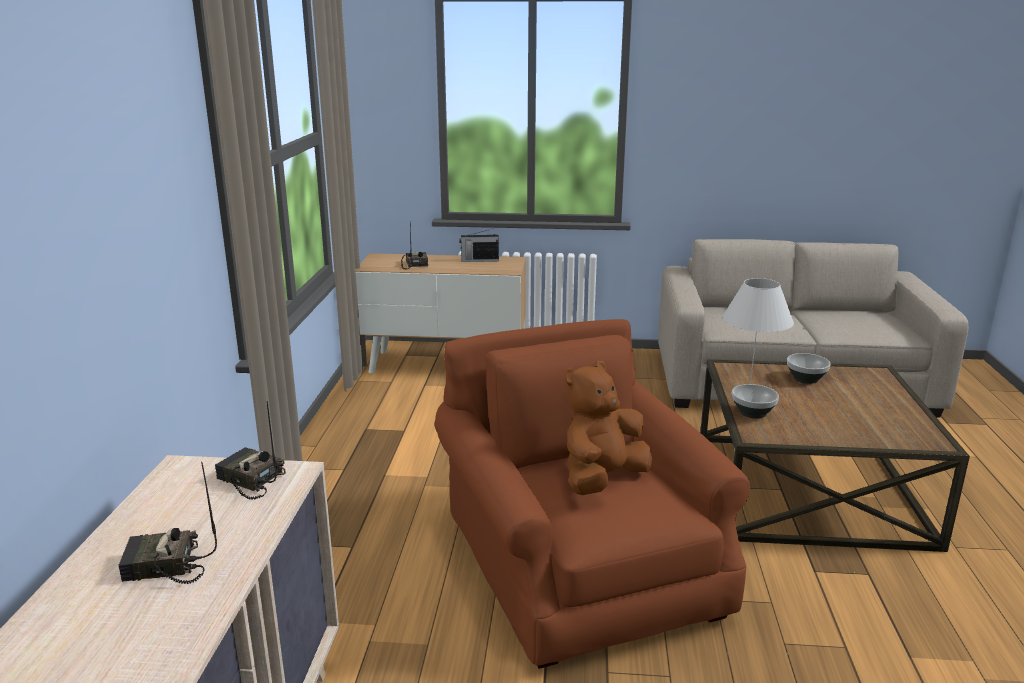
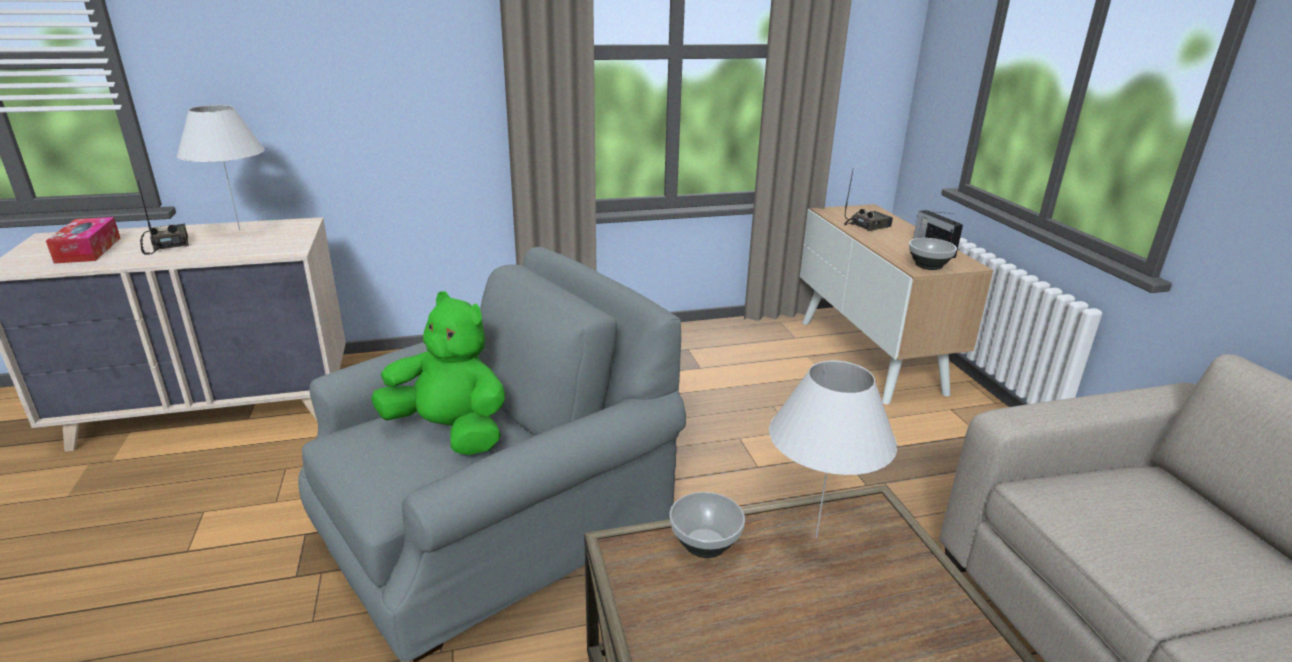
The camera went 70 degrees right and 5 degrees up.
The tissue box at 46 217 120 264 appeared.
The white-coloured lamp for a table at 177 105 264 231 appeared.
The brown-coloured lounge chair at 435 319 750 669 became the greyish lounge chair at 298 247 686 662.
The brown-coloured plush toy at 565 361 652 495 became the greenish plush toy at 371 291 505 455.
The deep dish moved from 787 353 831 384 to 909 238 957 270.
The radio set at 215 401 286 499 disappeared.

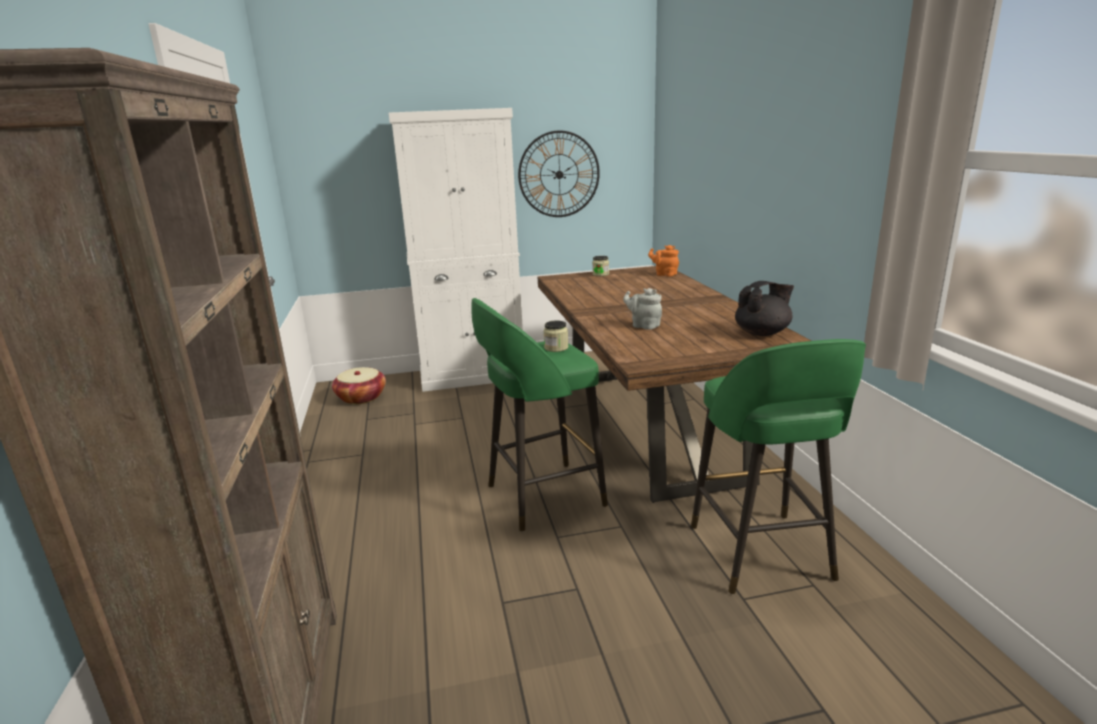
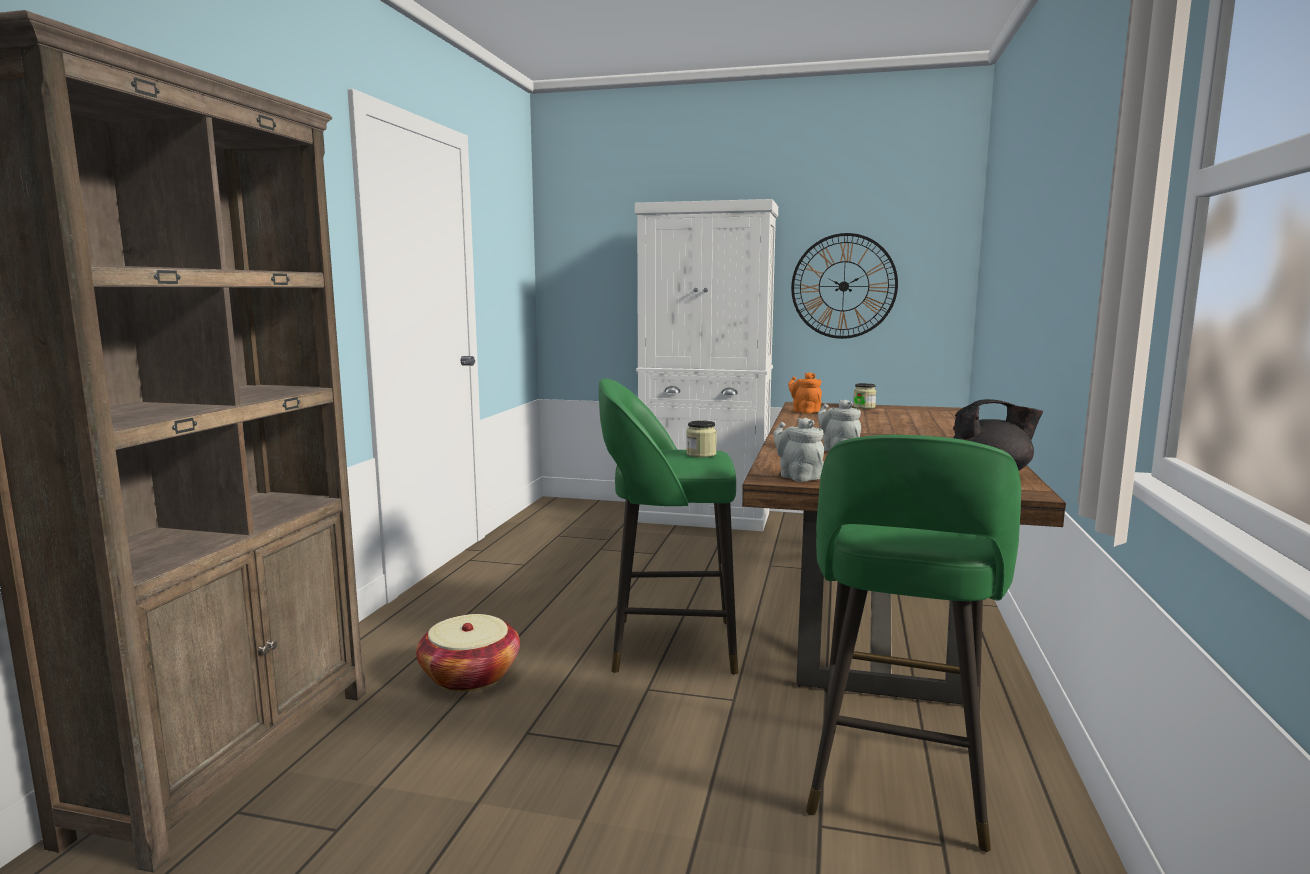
The camera went 25 degrees right and 10 degrees down.
The storage basket moved from 332 367 386 405 to 416 614 520 692.
The greyish tea pot at 773 418 824 482 appeared.
The orangey tea pot moved from 648 245 679 277 to 788 372 822 413.

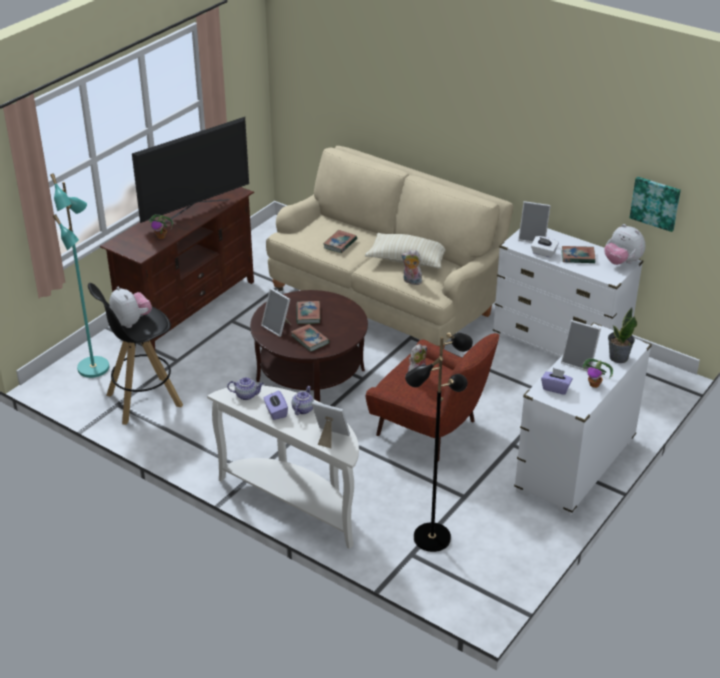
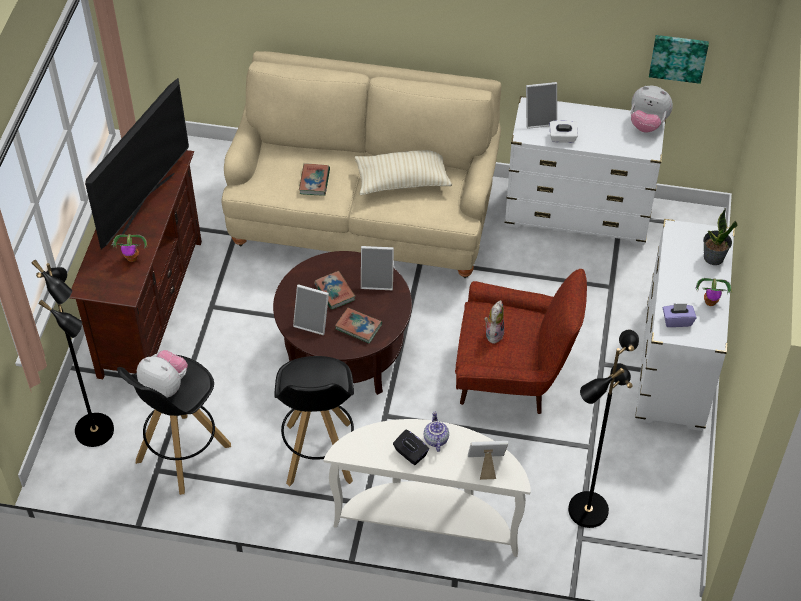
The camera went 25 degrees left and 15 degrees up.
The turquoise-coloured floor lamp at 50 173 109 378 became the blackish floor lamp at 32 260 114 447.
The blackish stool at 274 356 354 487 appeared.
The picture frame moved from 561 320 601 372 to 361 246 394 290.
The purplish tissue box at 263 390 288 420 became the blackish tissue box at 393 430 429 465.
The tea pot at 227 377 264 400 disappeared.
The plush toy at 401 250 422 285 disappeared.
The volume at 561 246 596 263 disappeared.

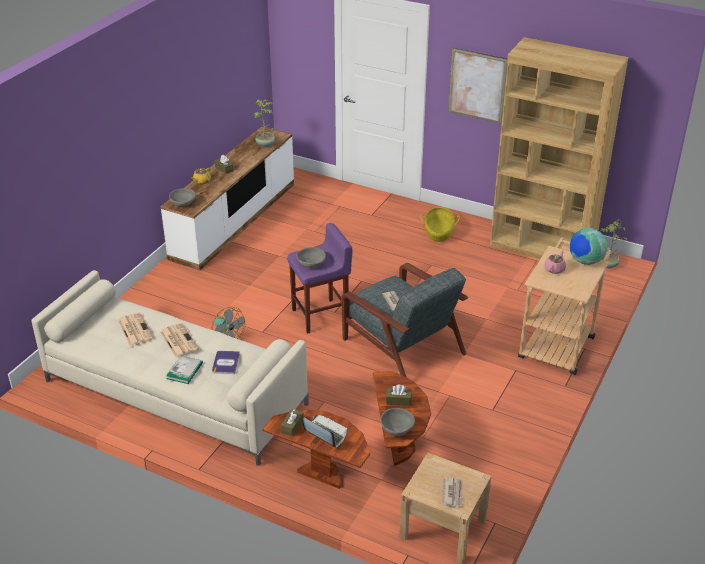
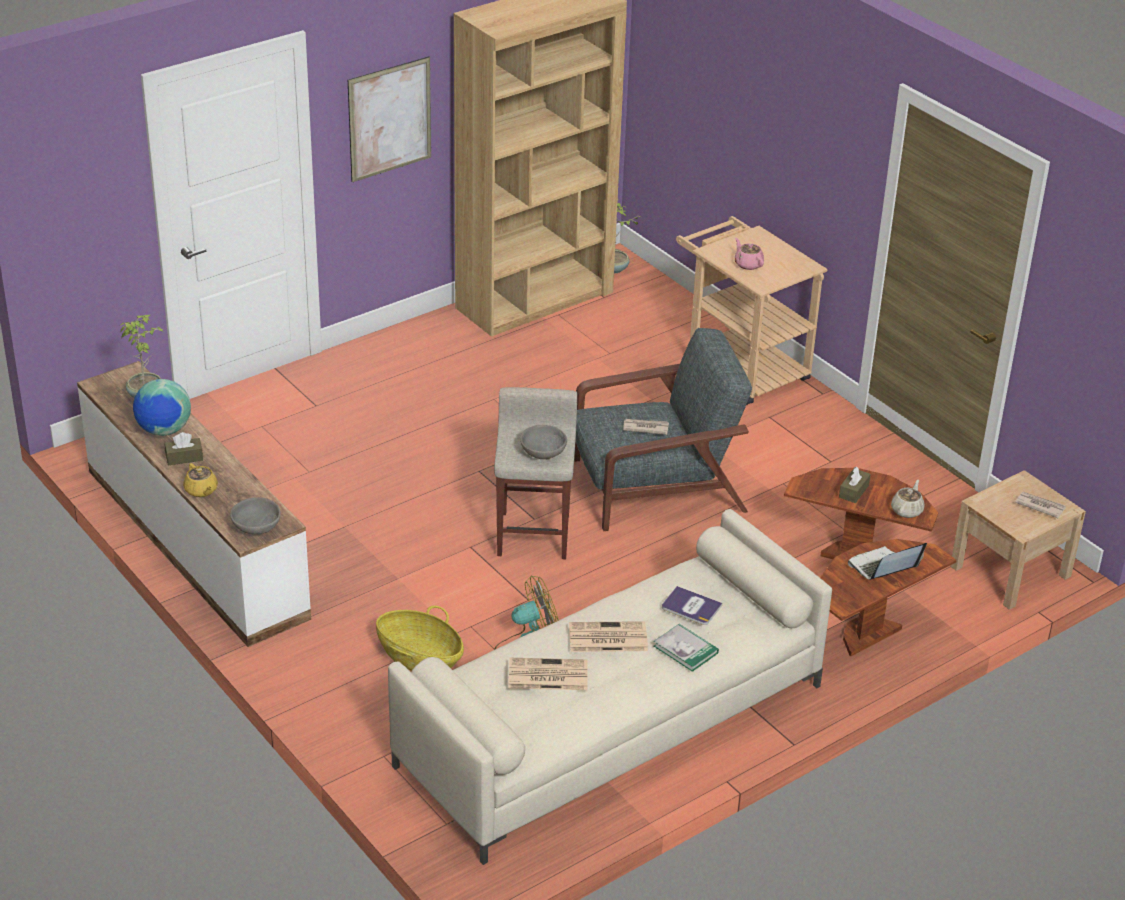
The camera went 65 degrees left and 0 degrees up.
The world globe moved from 570 228 607 265 to 133 379 191 436.
The storage basket moved from 420 207 460 242 to 376 605 464 671.
The purplish stool at 287 223 353 334 became the beige-coloured stool at 494 387 577 560.
The greyish deep dish at 381 408 415 436 was replaced by the beige-coloured tea pot at 891 480 924 518.
The brown-coloured tissue box at 281 409 304 436 disappeared.

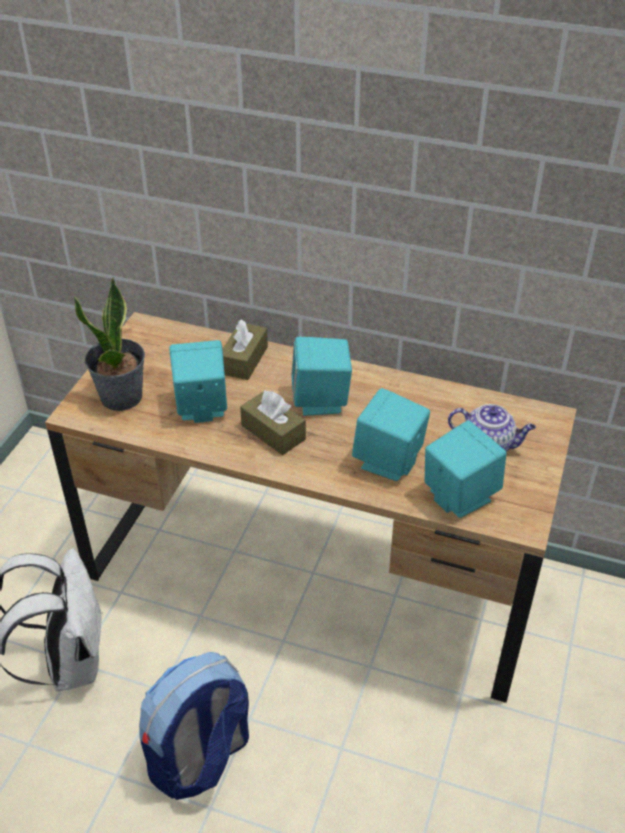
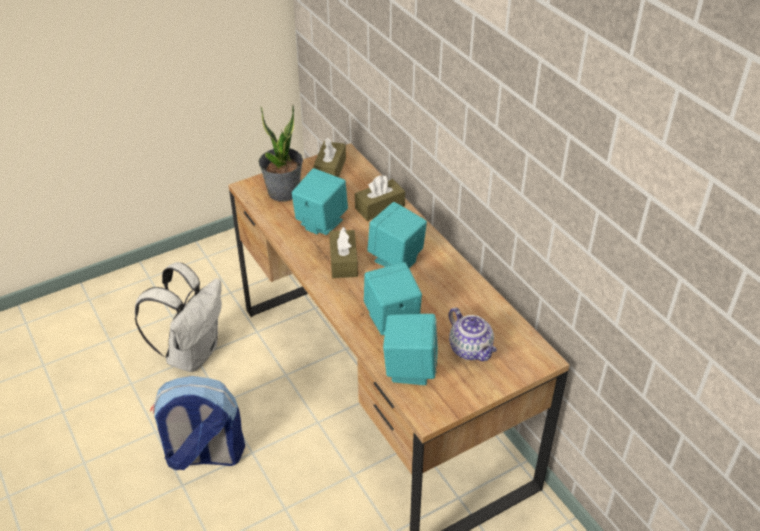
The camera went 40 degrees right and 0 degrees up.
The brown-coloured tissue box at 313 138 346 177 appeared.

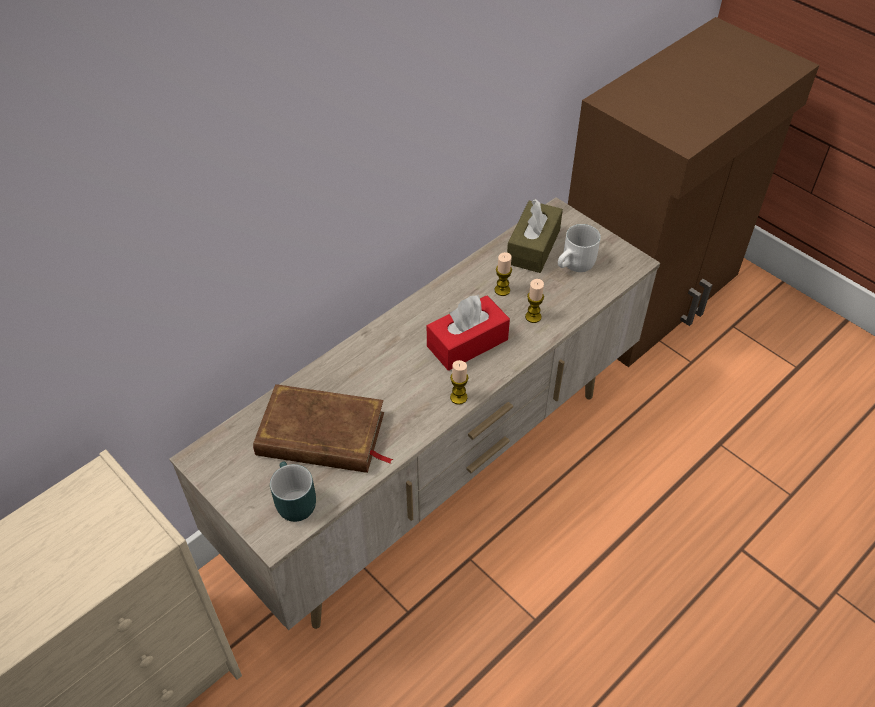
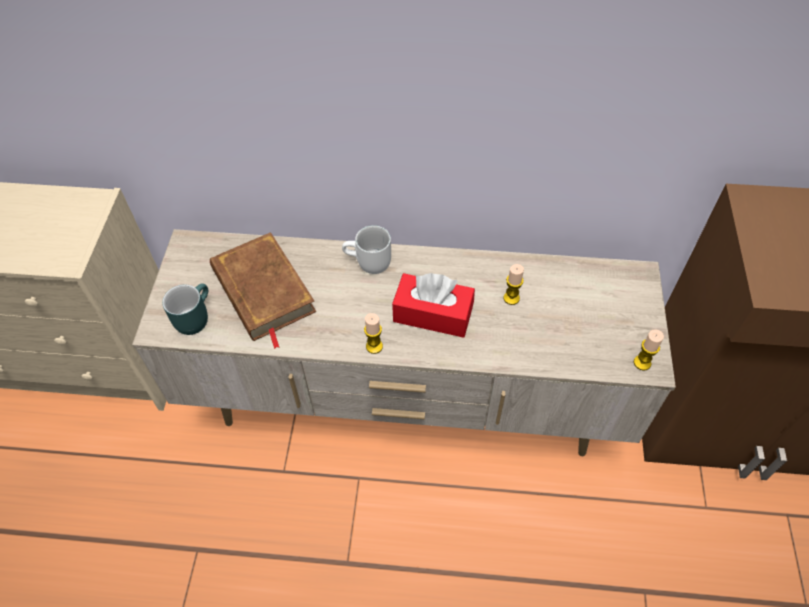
The camera went 50 degrees right and 5 degrees up.
The white-coloured coffee mug moved from 558 224 601 272 to 342 225 391 274.
The candle moved from 525 279 544 323 to 634 329 664 370.
The brown-coloured tissue box at 507 199 563 273 disappeared.

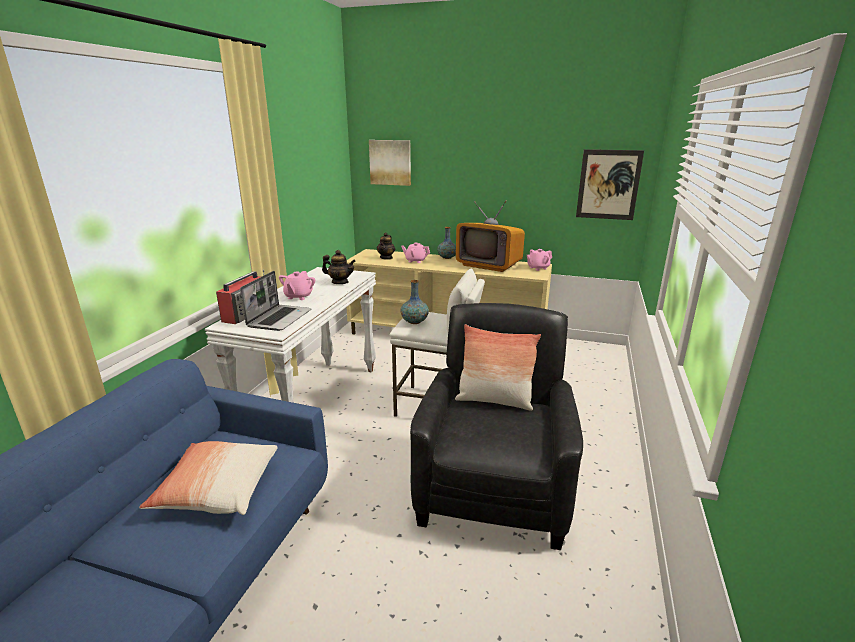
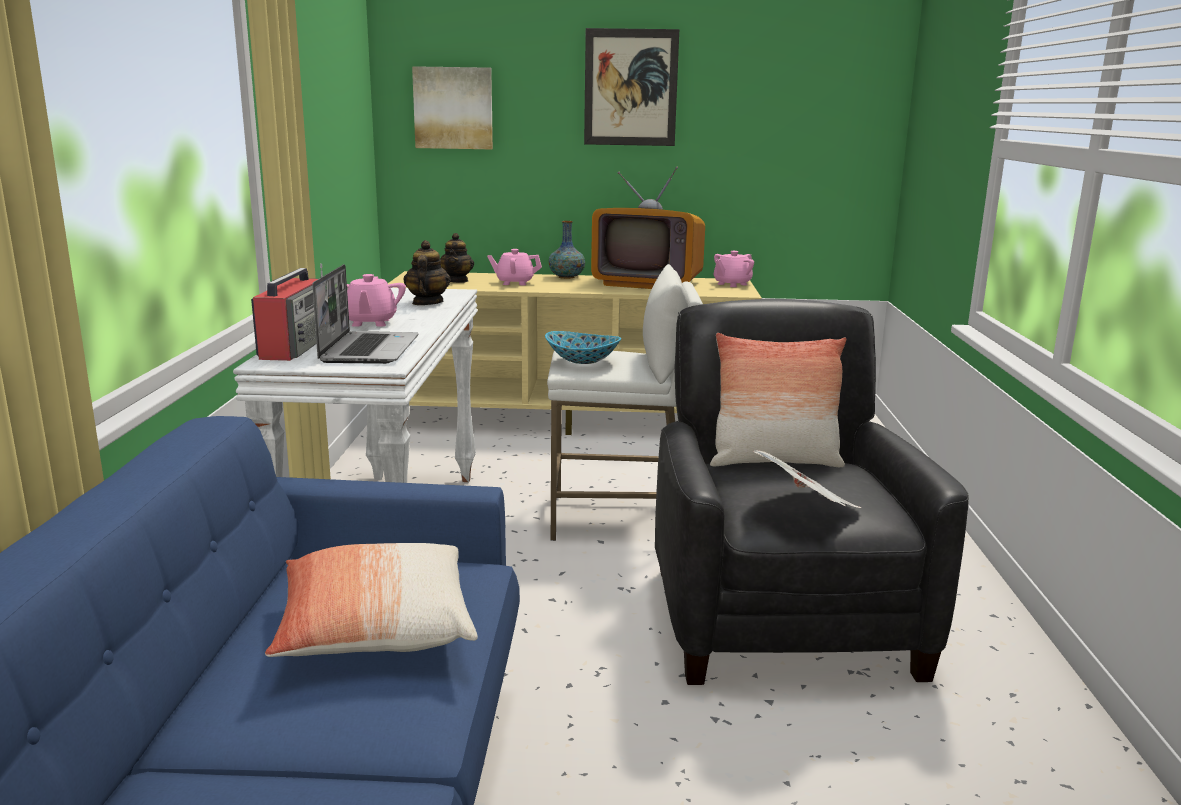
The camera went 15 degrees left and 5 degrees down.
The tea pot at 322 250 356 284 turned 90 degrees counterclockwise.
The vase at 400 280 429 324 was replaced by the deep dish at 545 331 621 364.
The wall art moved from 576 149 644 220 to 584 28 679 146.
The newspaper at 752 450 861 508 appeared.

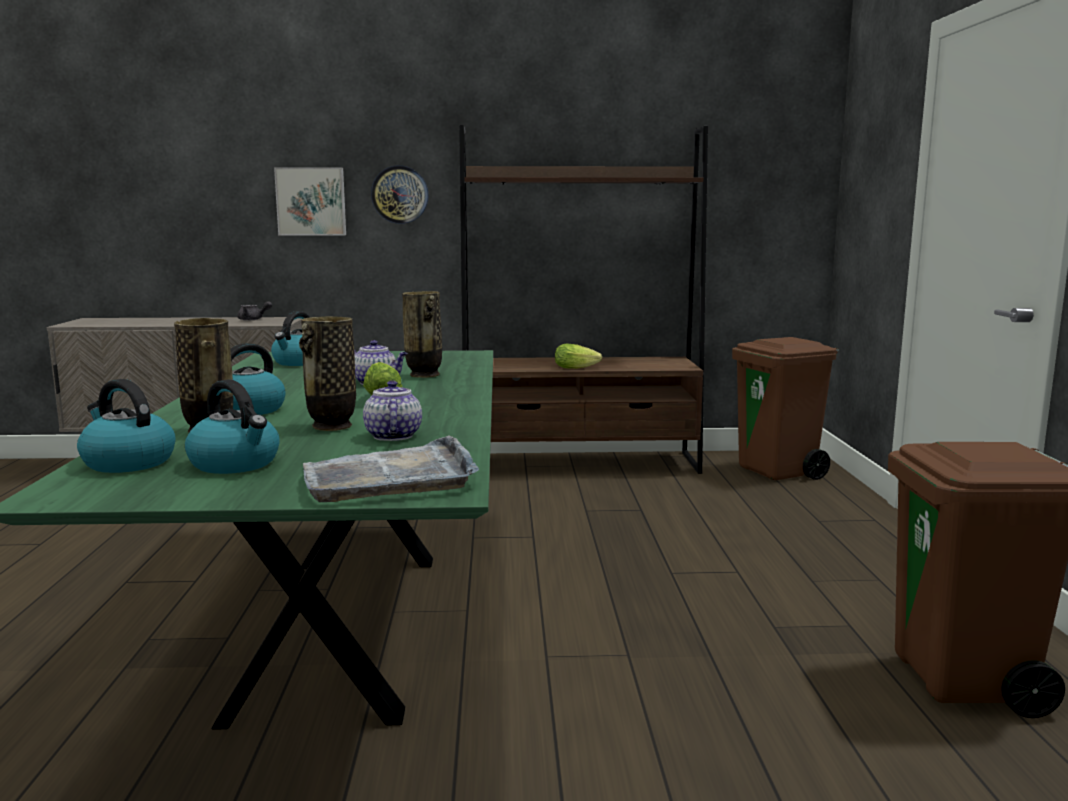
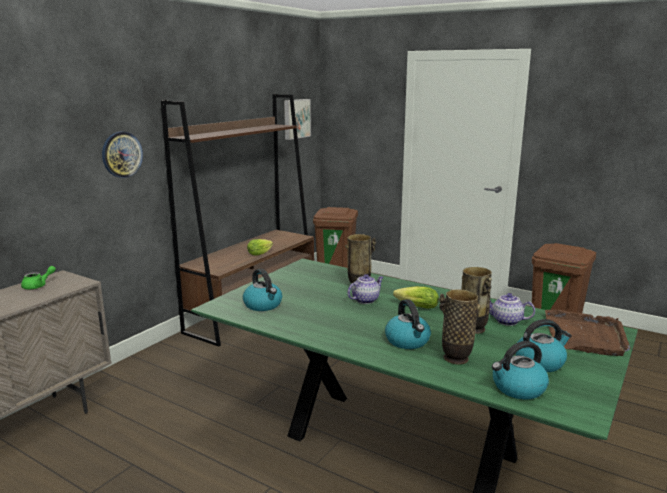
The camera went 55 degrees left and 5 degrees up.
The greyish tea pot at 237 301 272 321 became the greenish tea pot at 21 266 56 289.
The wall art moved from 274 167 346 235 to 284 99 311 140.
The greyish serving tray at 303 436 479 502 became the brown-coloured serving tray at 545 310 631 356.

